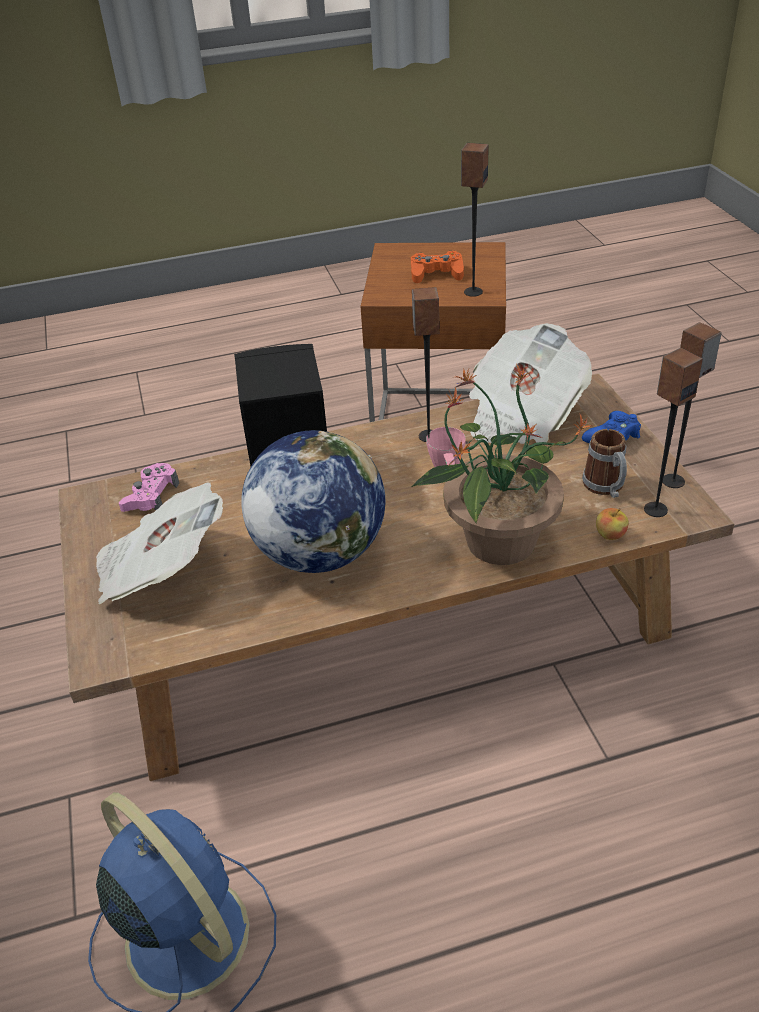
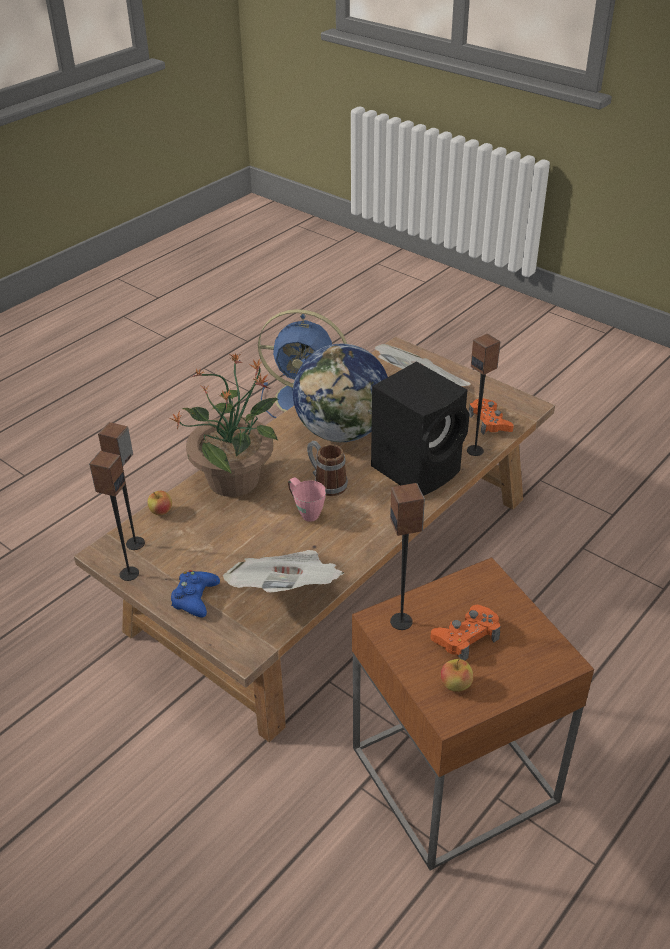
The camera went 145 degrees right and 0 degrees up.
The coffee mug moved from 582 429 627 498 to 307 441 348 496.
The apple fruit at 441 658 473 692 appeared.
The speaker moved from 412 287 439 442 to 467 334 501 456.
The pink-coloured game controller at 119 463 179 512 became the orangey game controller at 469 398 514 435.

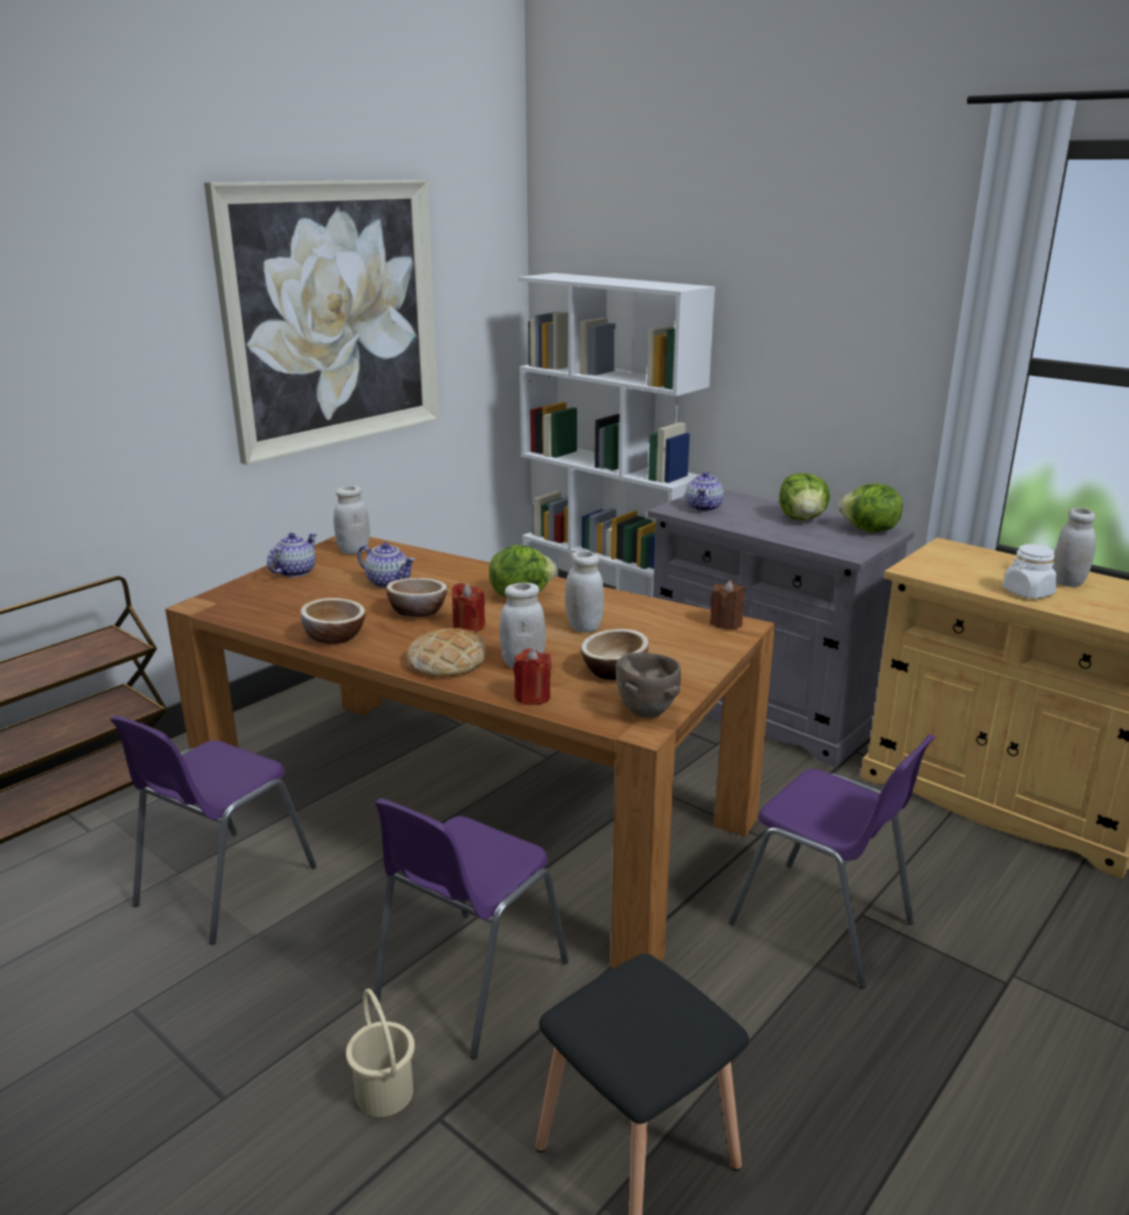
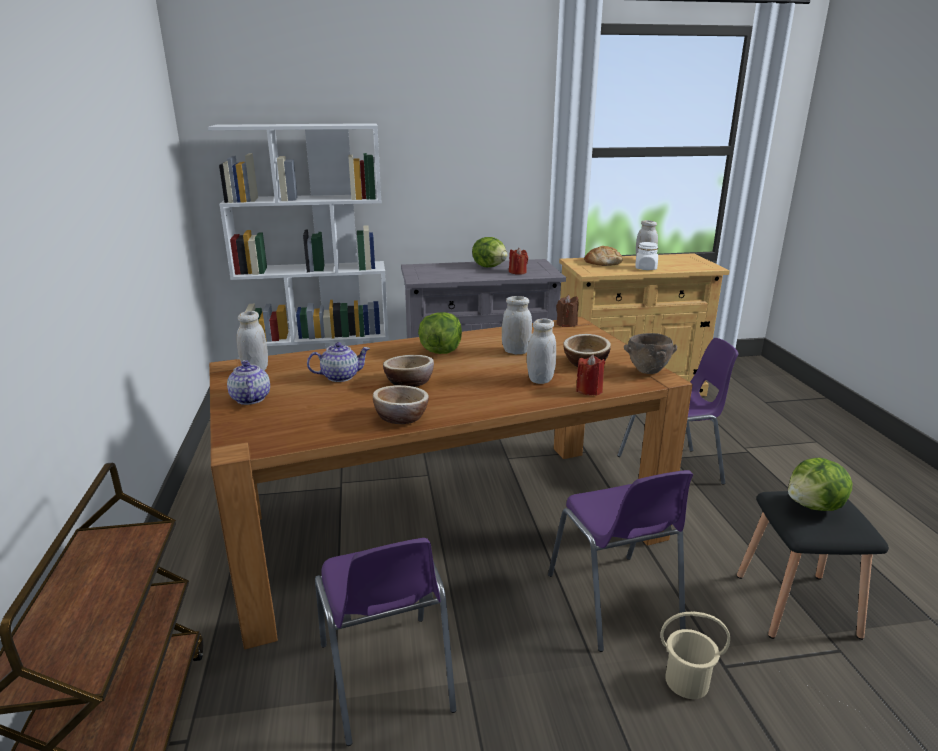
The camera went 50 degrees left and 0 degrees up.
The red-coloured candle moved from 452 583 485 632 to 509 248 528 275.
The bakery bread moved from 407 628 486 677 to 584 246 622 266.
The lettuce moved from 839 483 903 533 to 788 458 852 511.
The wall art at 204 180 439 465 disappeared.
The tea pot at 685 472 724 512 disappeared.

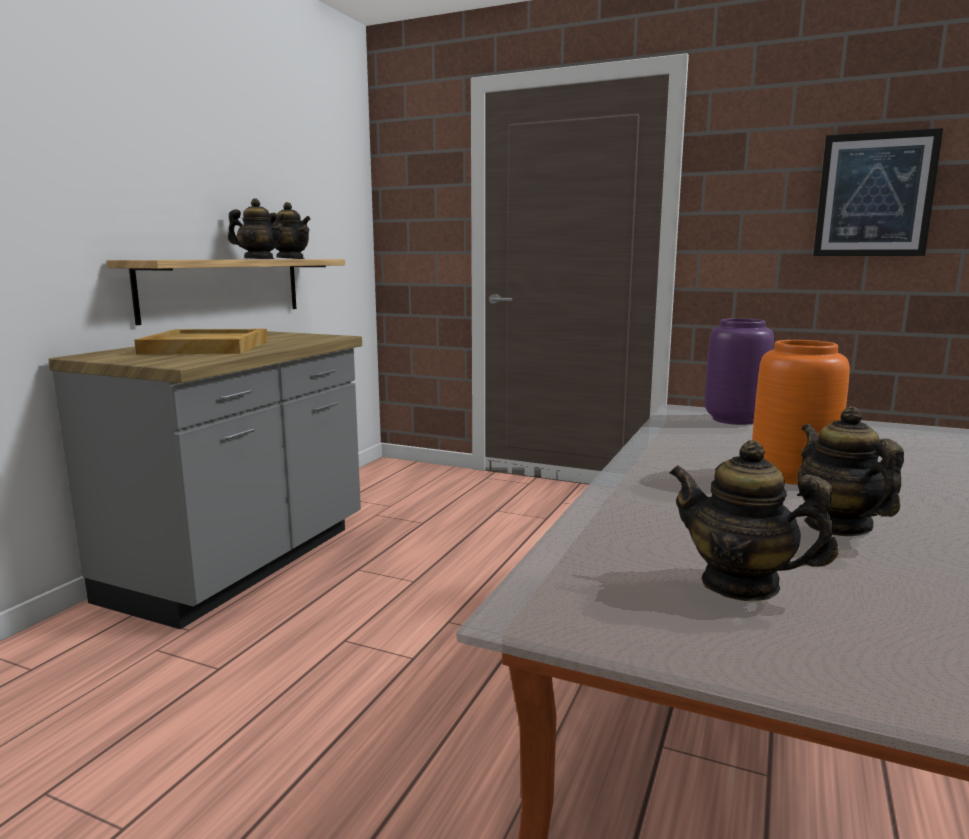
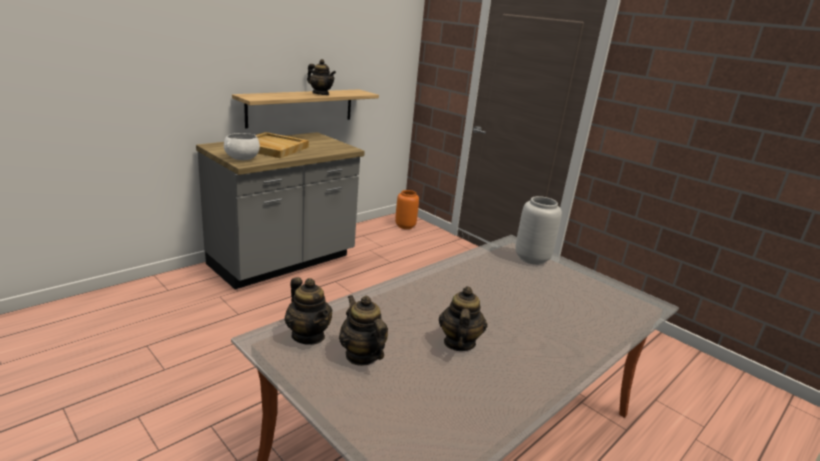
The camera went 20 degrees right and 10 degrees up.
The white-coloured deep dish at 224 133 260 160 appeared.
The tea pot moved from 269 202 311 259 to 285 277 332 345.
The orangey vase moved from 752 340 850 485 to 395 190 419 229.
The purplish vase at 705 318 774 425 became the greyish vase at 515 196 562 265.
The wall art at 813 128 943 256 disappeared.

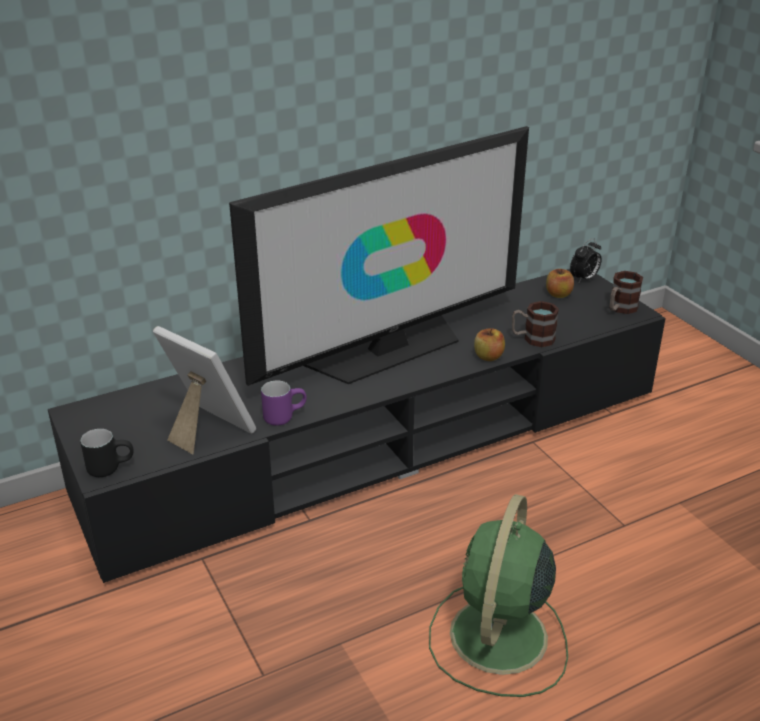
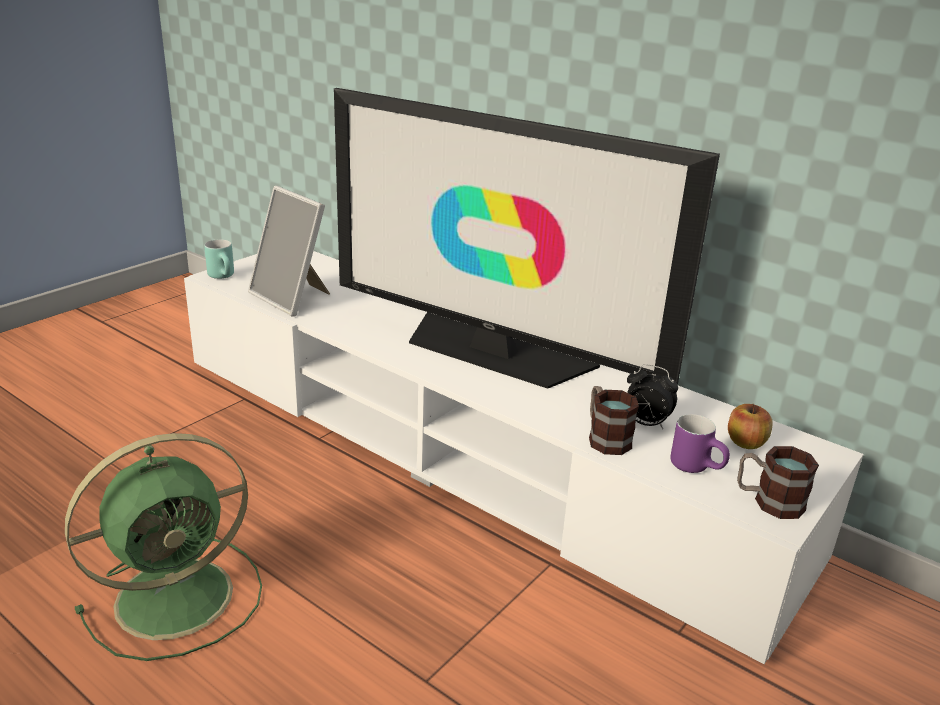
The camera went 65 degrees right and 5 degrees down.
The greenish electric fan at 429 494 568 697 turned 150 degrees clockwise.
The blackish tv unit at 48 269 666 583 became the white-coloured tv unit at 184 251 863 664.
The blackish coffee mug at 80 429 133 477 became the turquoise-coloured coffee mug at 204 239 234 279.
The picture frame at 153 326 256 454 turned 120 degrees clockwise.
The table clock moved from 570 238 601 282 to 627 365 678 429.
The purplish coffee mug moved from 261 380 307 426 to 670 414 730 473.
The apple fruit at 474 328 505 361 disappeared.

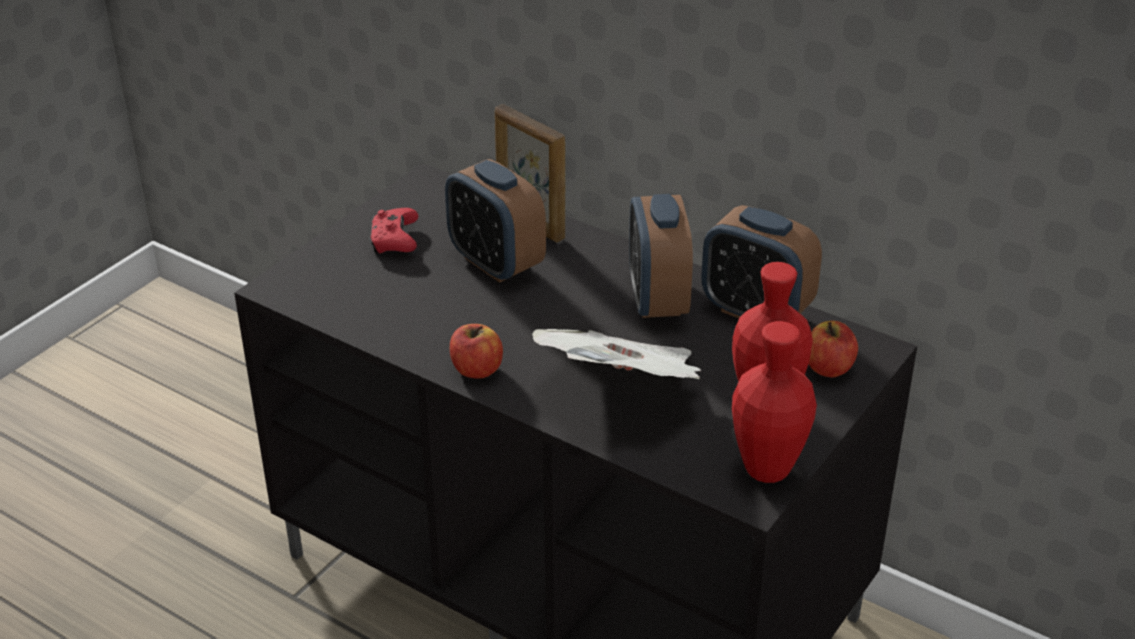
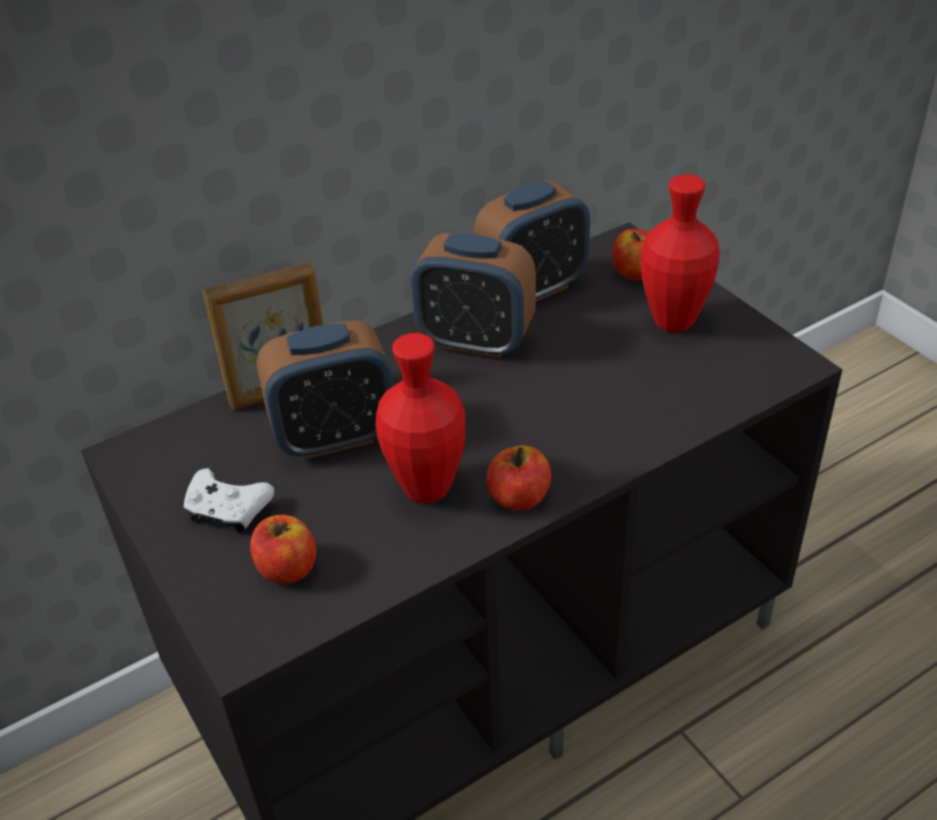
The camera went 65 degrees left and 5 degrees up.
The red-coloured game controller at 369 208 418 253 became the white-coloured game controller at 183 468 274 533.
The apple fruit at 250 515 316 584 appeared.
The red-coloured vase moved from 732 321 817 483 to 375 333 466 503.
The newspaper at 532 329 701 379 disappeared.

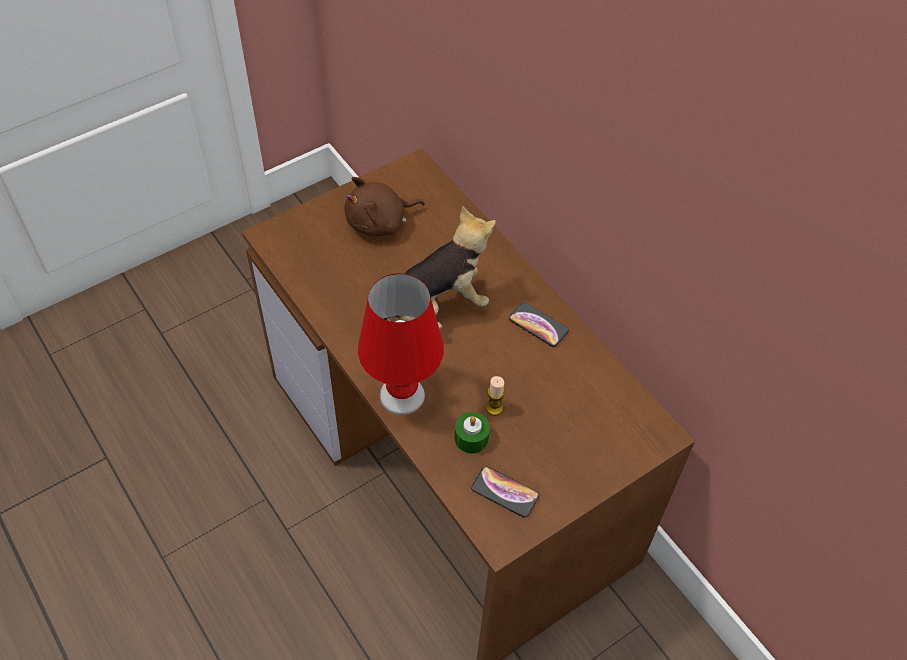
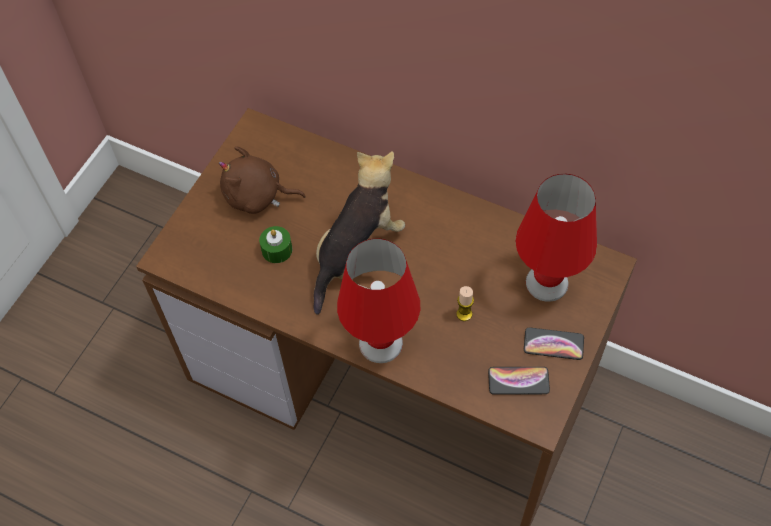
The camera went 25 degrees left and 5 degrees up.
The brown-coloured plush toy at 345 177 425 237 turned 60 degrees clockwise.
The greenish candle moved from 454 412 490 454 to 259 226 292 263.
The red-coloured lamp for a table at 515 174 597 302 appeared.
The phone moved from 509 302 569 347 to 524 327 584 360.

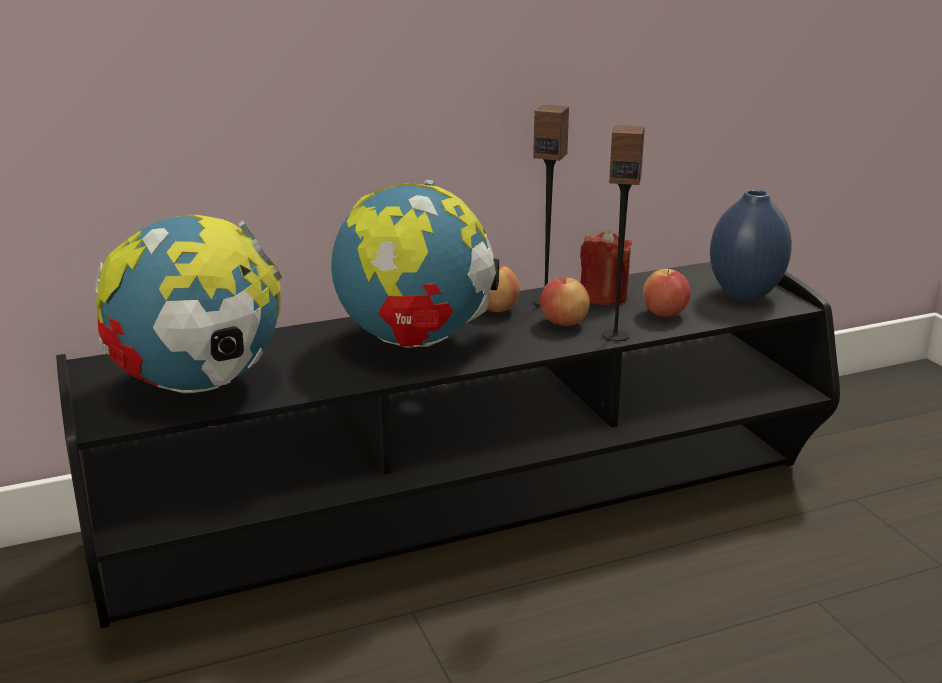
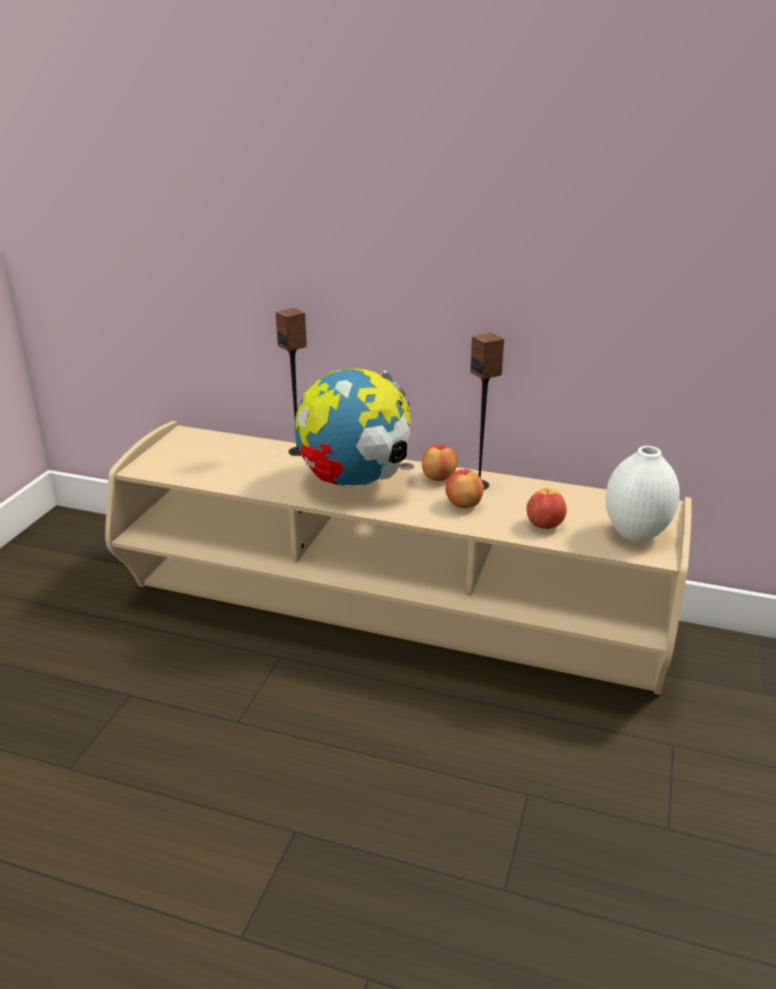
The camera went 40 degrees right and 5 degrees up.
The blackish tv unit at 56 262 840 628 became the beige-coloured tv unit at 105 421 692 695.
The speaker moved from 602 125 645 341 to 276 308 307 456.
The blue-coloured vase at 710 190 792 301 became the white-coloured vase at 605 446 680 542.
The world globe at 95 215 283 394 disappeared.
The red-coloured candle at 580 230 632 306 disappeared.

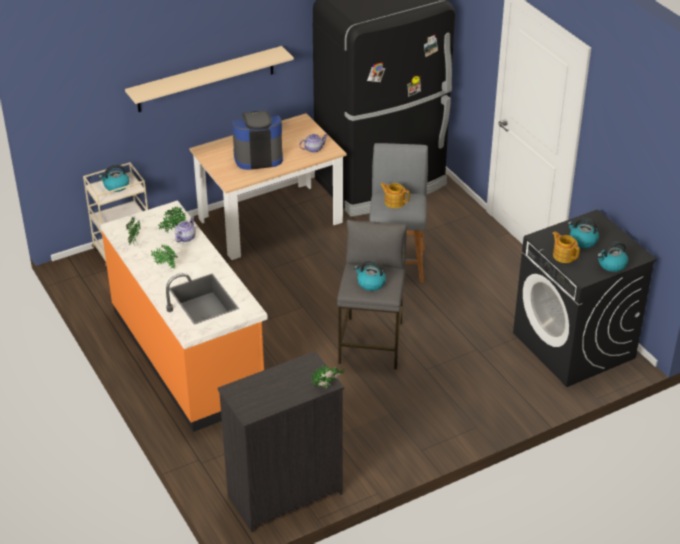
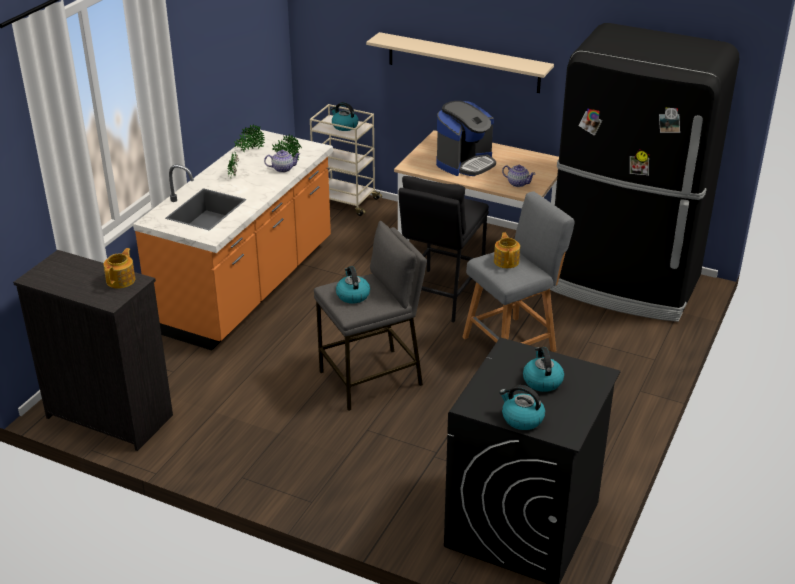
The camera went 55 degrees right and 5 degrees down.
The tea pot moved from 553 231 580 263 to 104 248 135 288.
The blackish stool at 398 176 489 322 appeared.
The coffee maker at 232 111 283 170 turned 90 degrees clockwise.
The potted plant at 311 366 344 389 disappeared.

